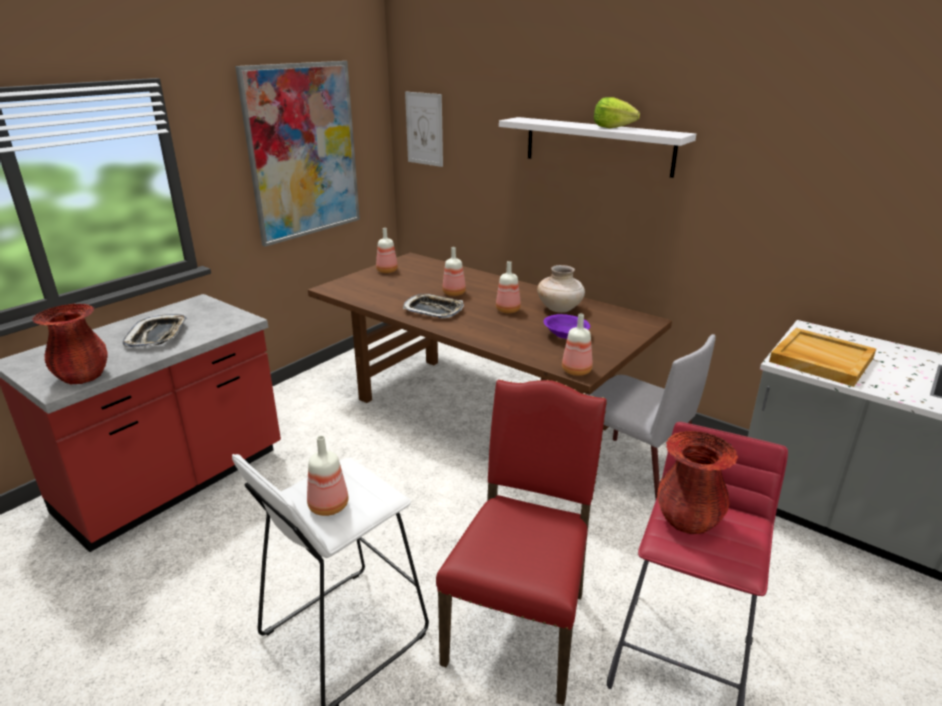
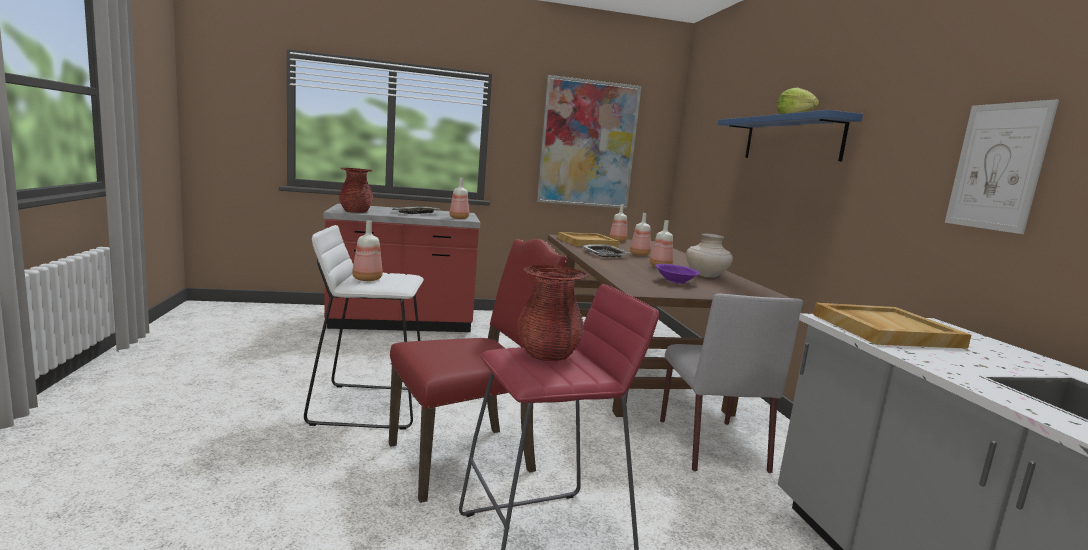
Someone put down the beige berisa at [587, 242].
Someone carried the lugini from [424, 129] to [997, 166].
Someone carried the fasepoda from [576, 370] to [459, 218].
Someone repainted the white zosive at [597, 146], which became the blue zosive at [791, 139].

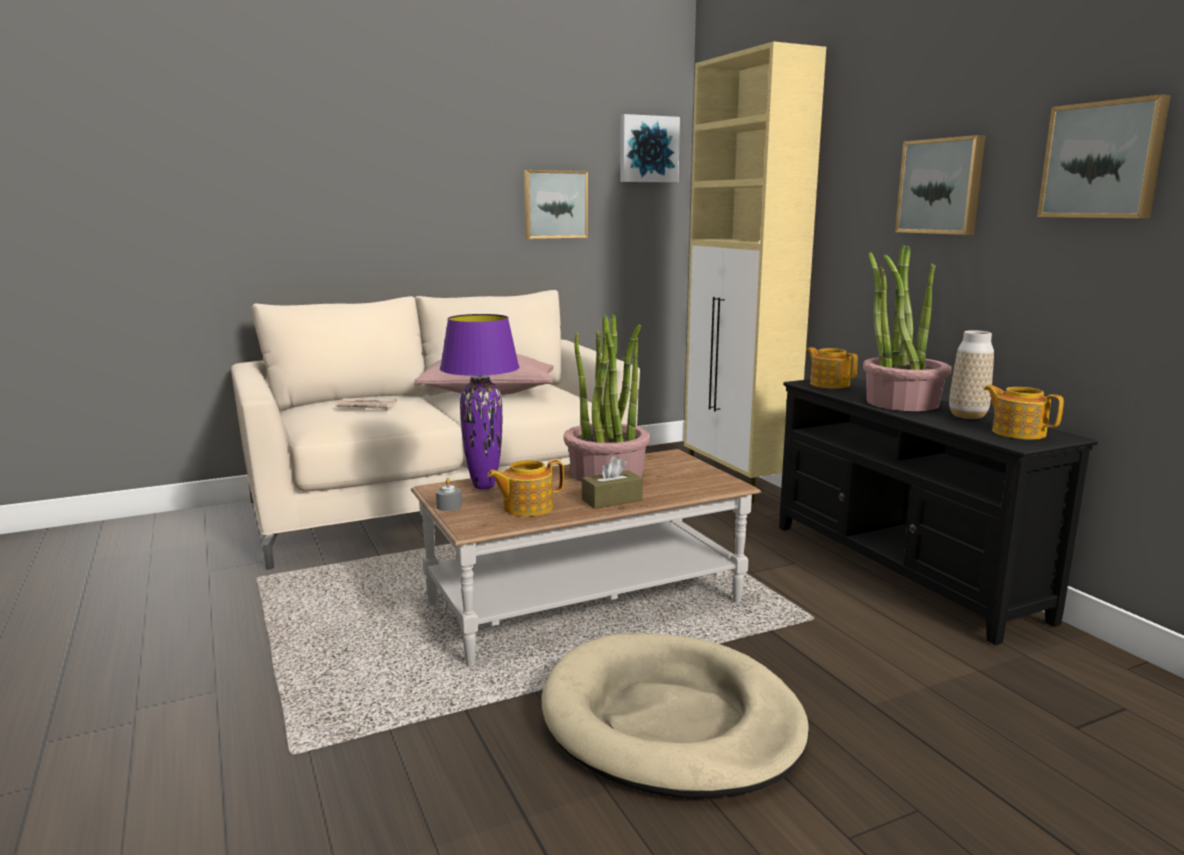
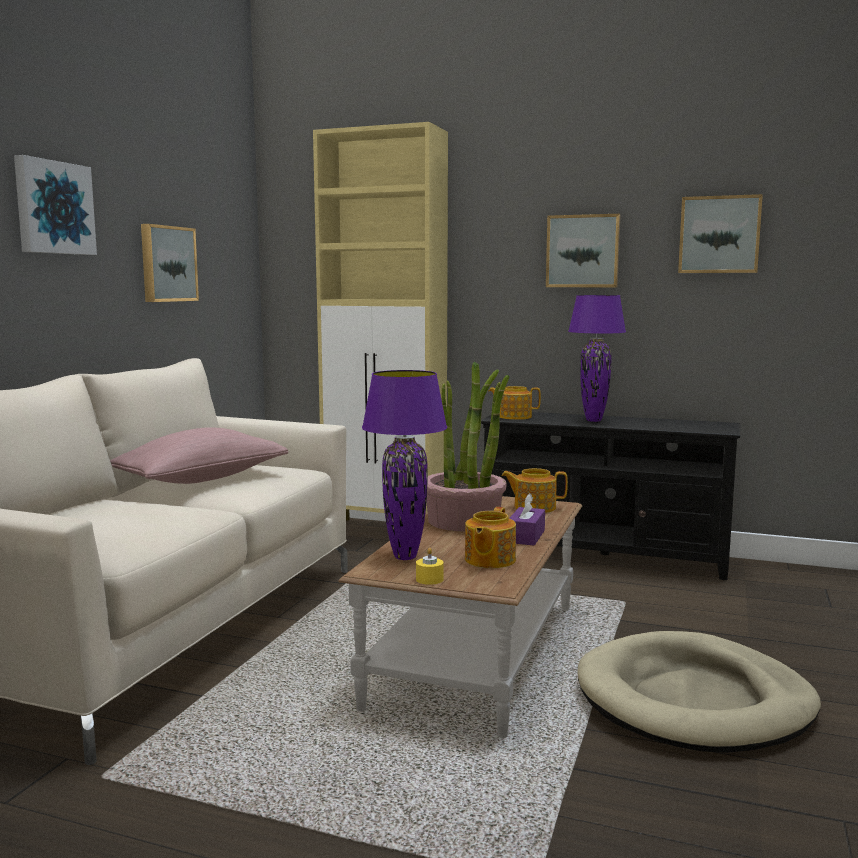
Someone took away the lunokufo at [367, 407].
Someone took away the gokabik at [967, 415].
Someone carried the lugini from [648, 149] to [53, 208].
Someone carried the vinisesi from [1017, 432] to [534, 507].
Someone swapped the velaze at [901, 402] for the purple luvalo at [593, 420].
Someone repainted the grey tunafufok at [449, 506], which became the yellow tunafufok at [429, 579].
Someone repainted the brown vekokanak at [612, 500], which became the purple vekokanak at [526, 536].

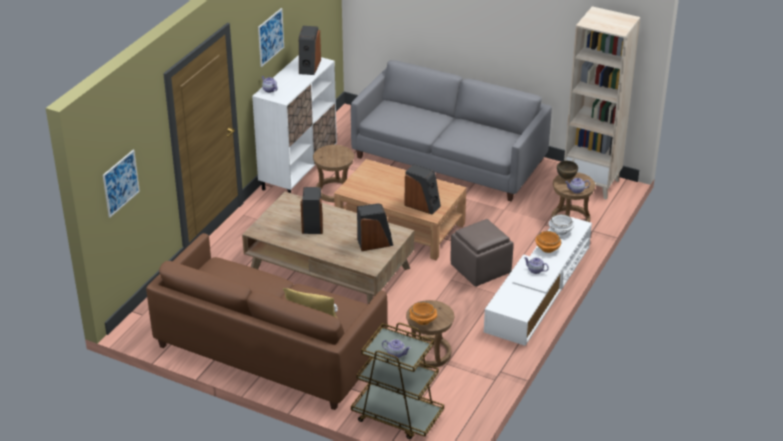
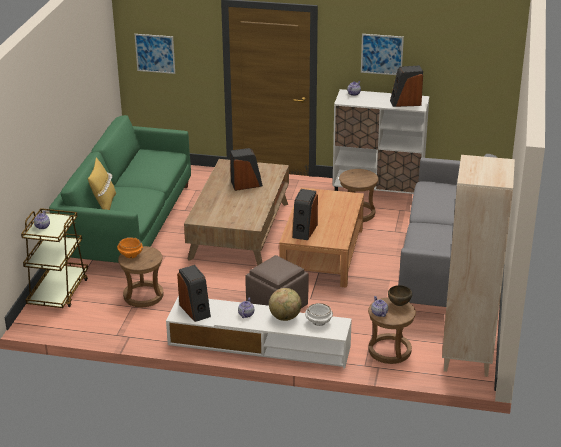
Someone carried the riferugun from [374, 243] to [195, 310].
Someone swapped the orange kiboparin at [547, 249] for the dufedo at [285, 317].
Someone repainted the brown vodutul at [270, 349], which became the green vodutul at [128, 222].

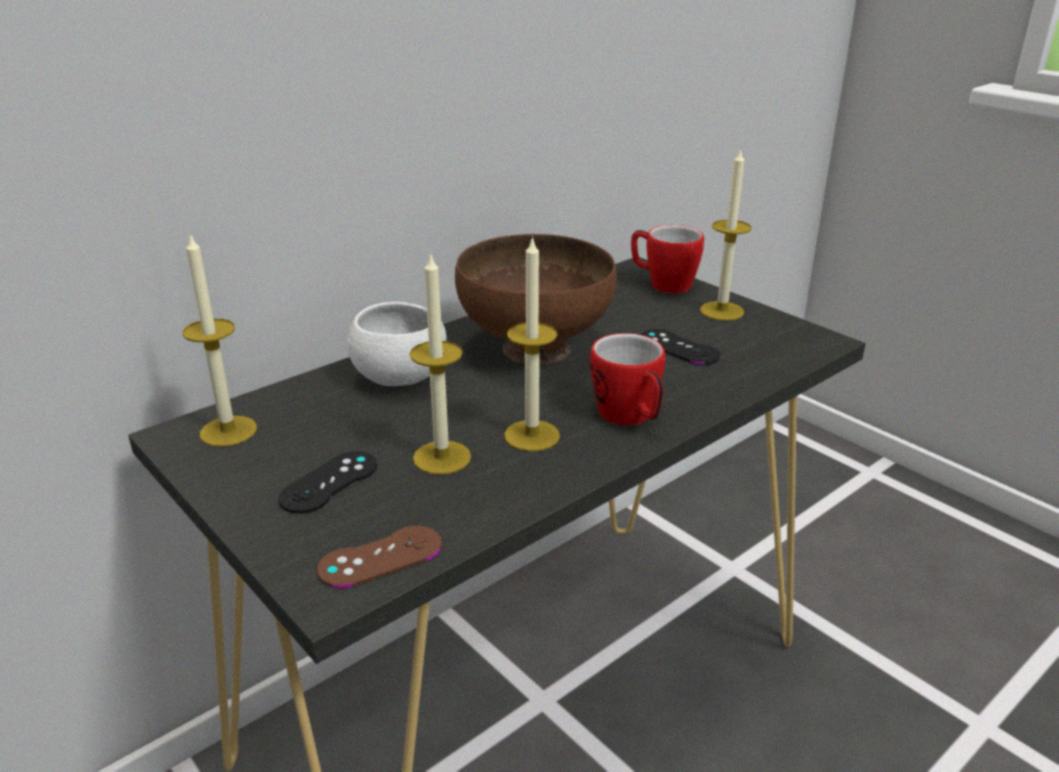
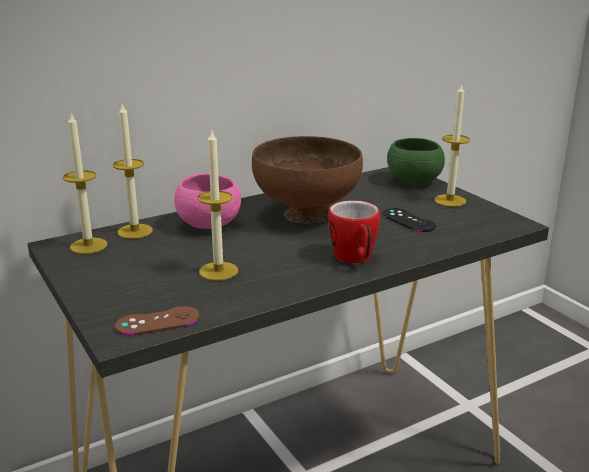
Someone took away the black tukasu at [329, 482].
Someone carried the tunafufok from [532, 435] to [135, 231].
Someone swapped the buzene at [662, 284] for the green kiboparin at [414, 182].
Someone repainted the white kiboparin at [400, 378], which became the pink kiboparin at [208, 225].

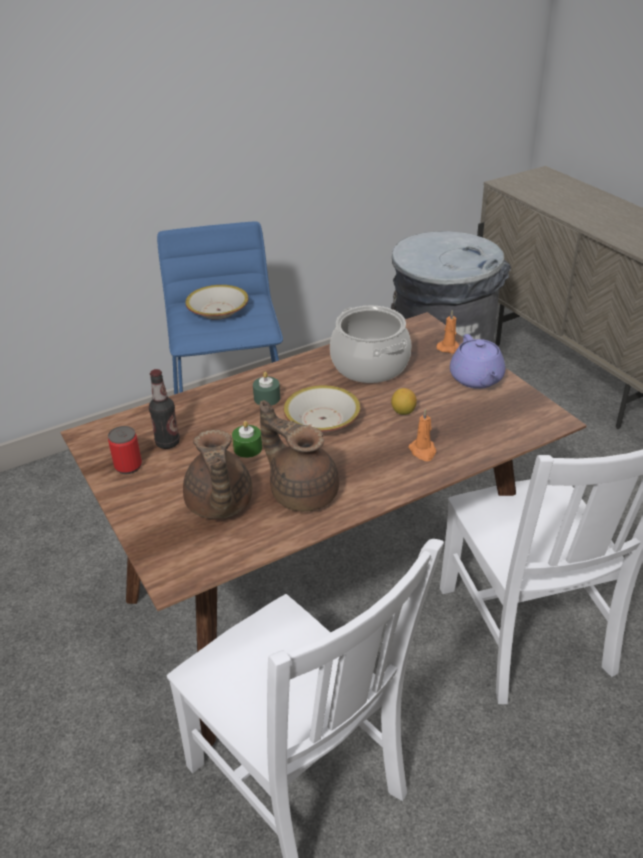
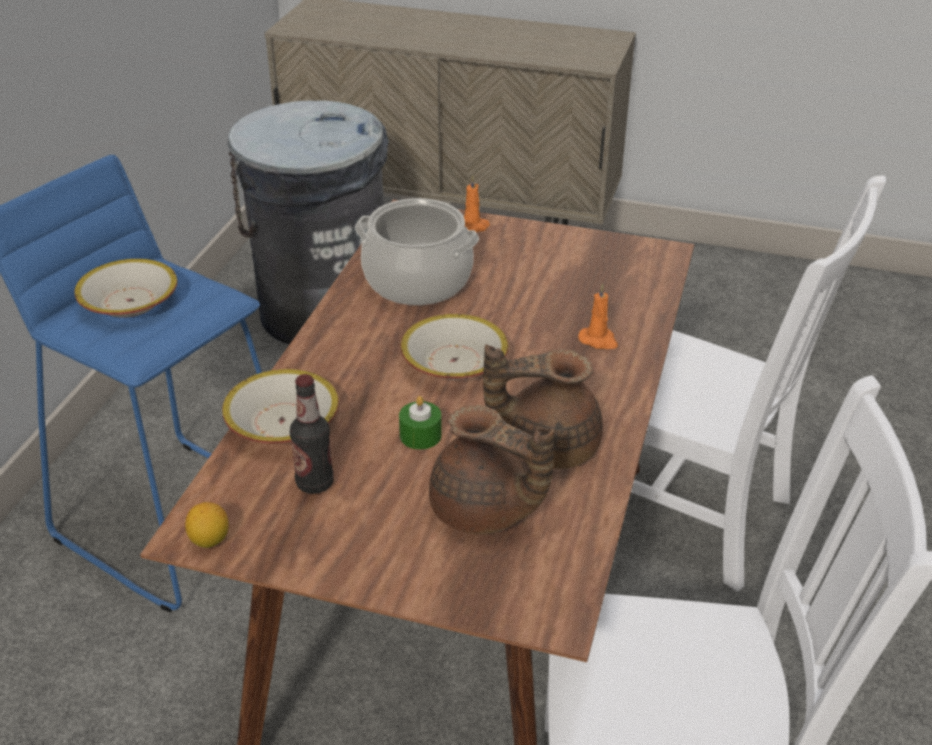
Someone took away the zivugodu at [128, 466].
Someone took away the green tunafufok at [267, 398].
Someone took away the purple vinisesi at [476, 379].
Someone put down the kiboparin at [282, 422].
Someone carried the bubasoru from [403, 412] to [210, 540].

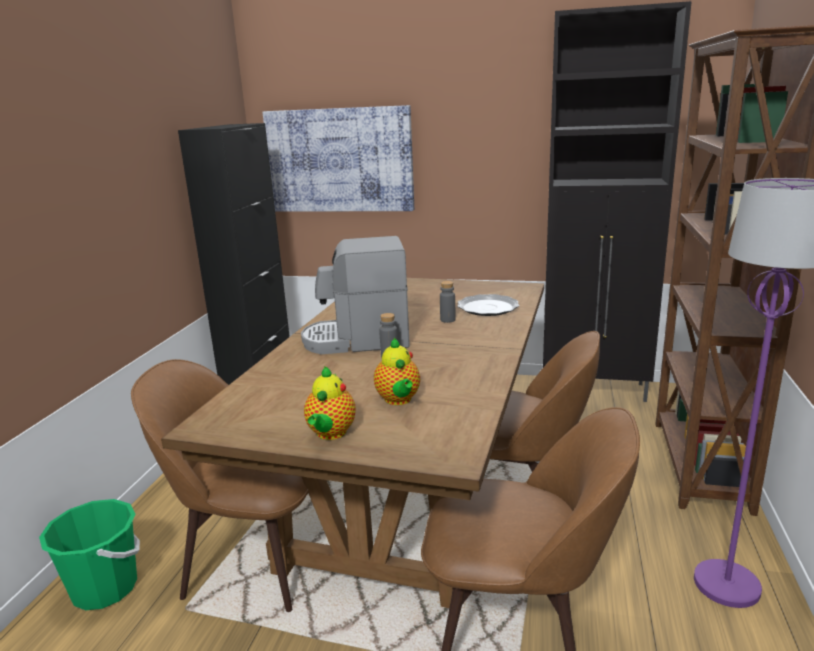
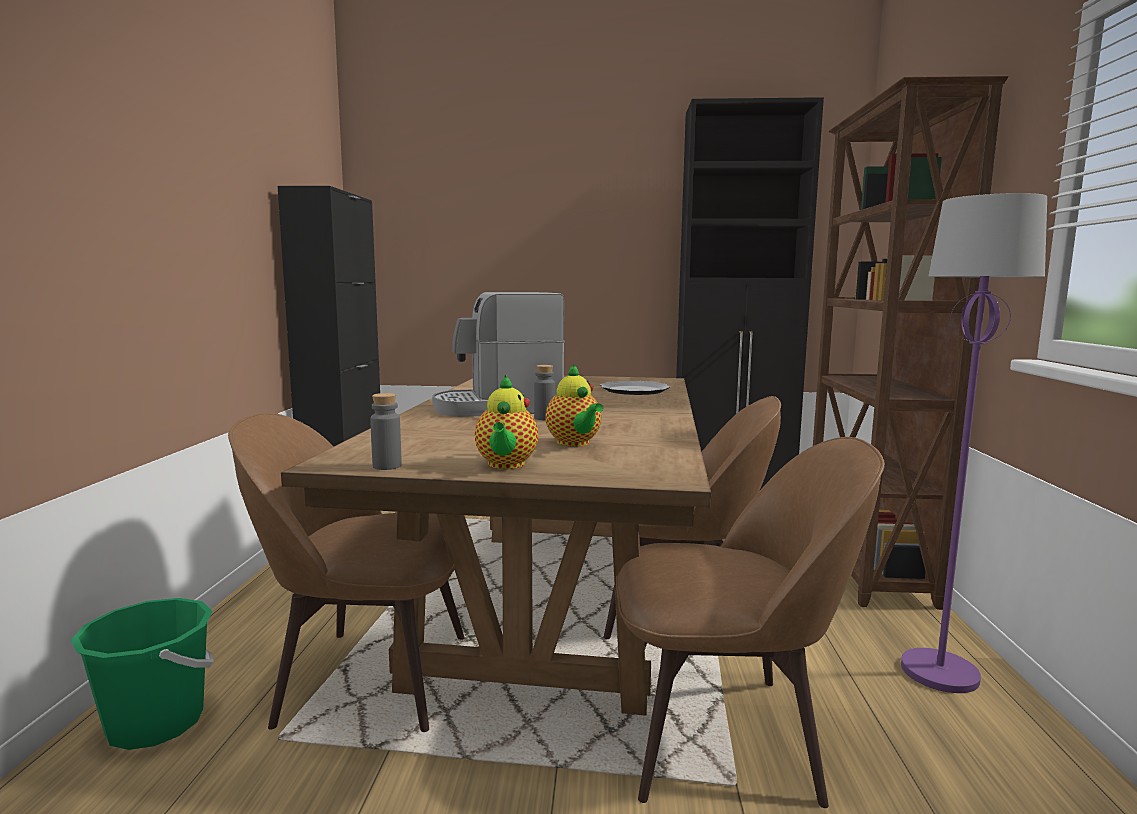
Someone took away the lugini at [340, 160].
Someone carried the grey fasepoda from [447, 320] to [387, 466].

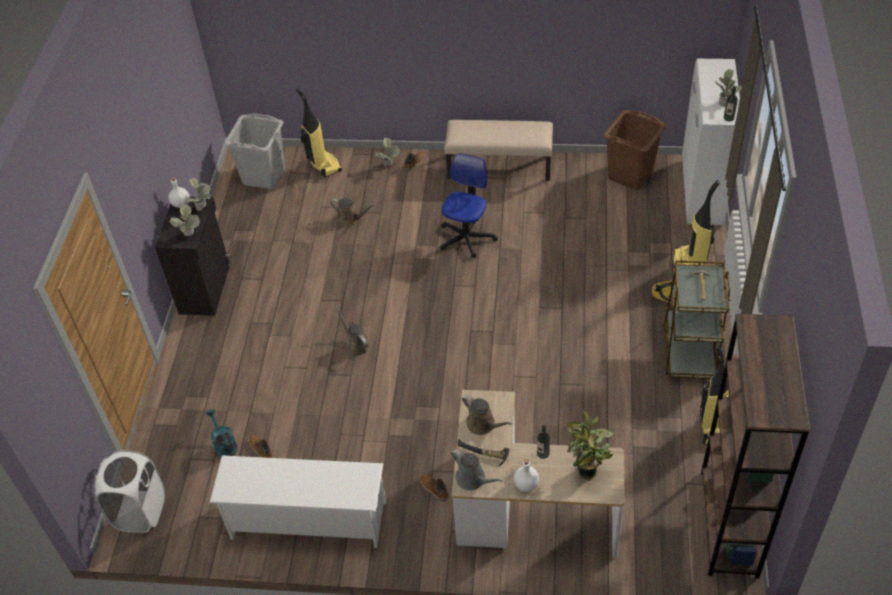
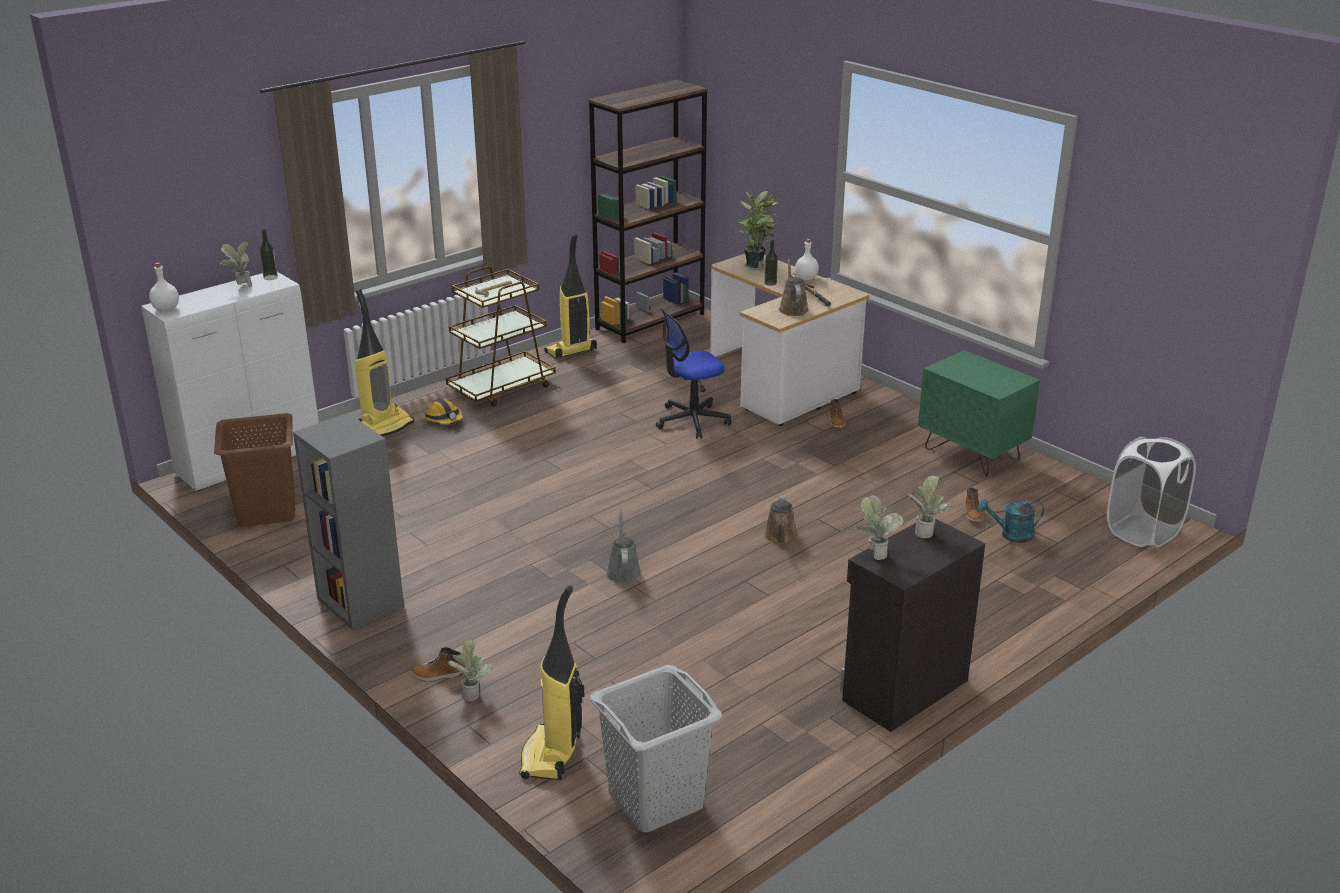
Someone took away the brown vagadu at [350, 219].
Someone carried the white fasepoda from [181, 204] to [165, 309].
Someone carried the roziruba from [466, 238] to [692, 421].
Someone carried the grey vagadu from [473, 479] to [623, 571].
Someone swapped the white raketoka at [307, 520] for the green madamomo at [972, 455].
Someone swapped the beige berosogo at [500, 166] for the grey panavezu at [359, 603].
Someone rotated the turquoise vagadu at [224, 445] by 75 degrees clockwise.

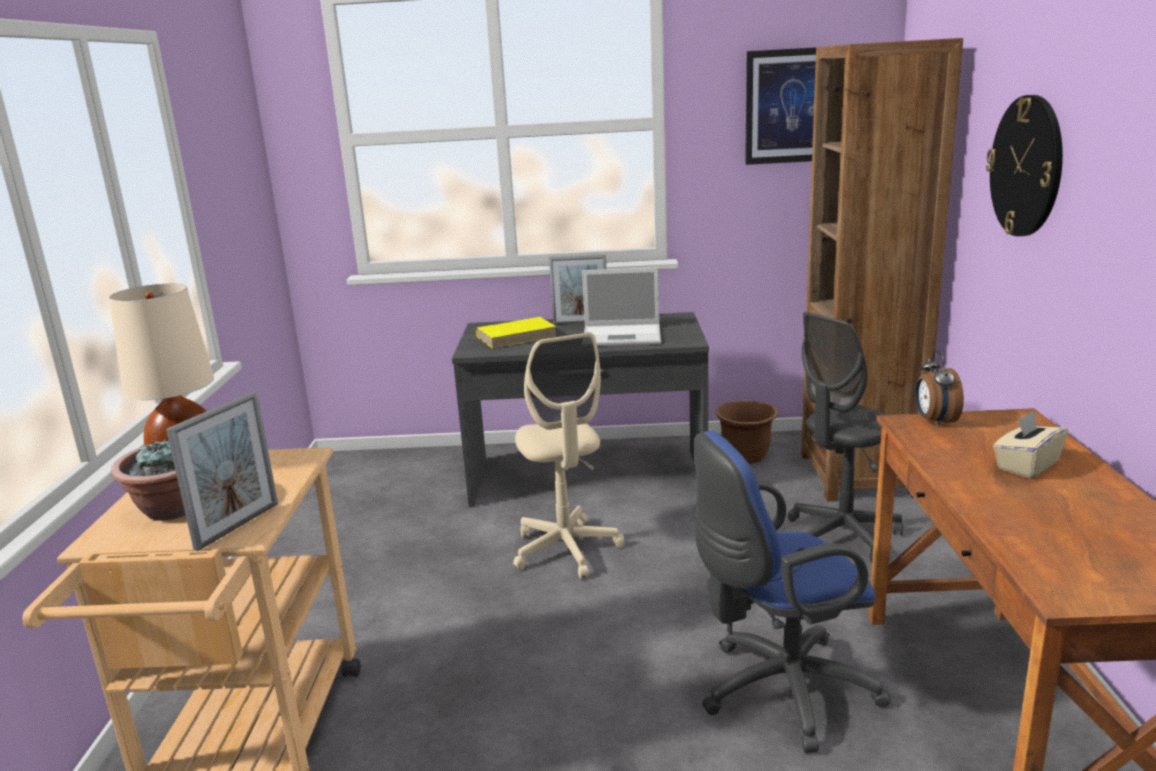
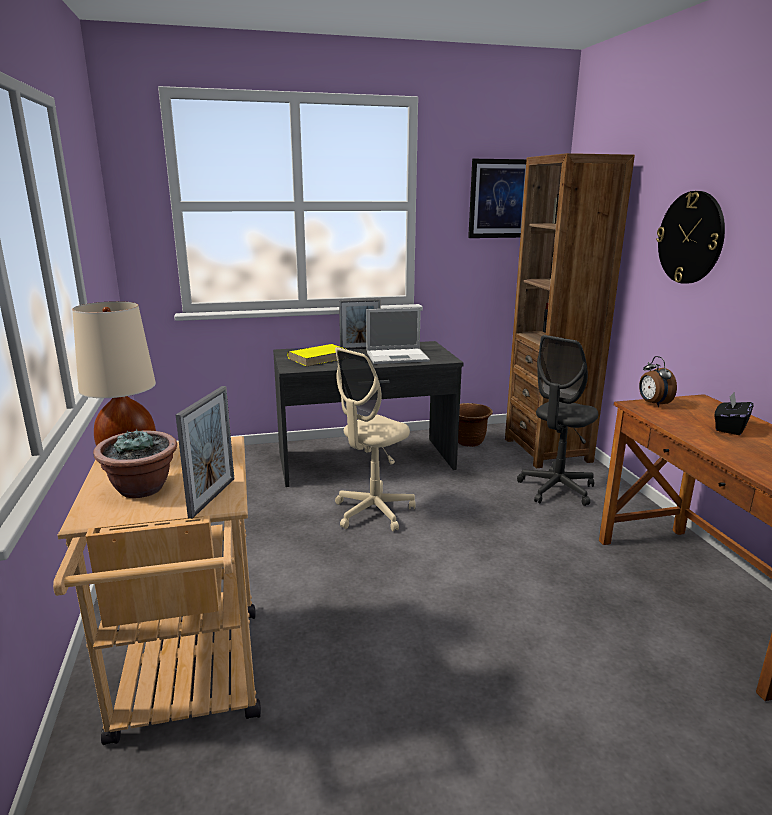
Someone took away the blue roziruba at [779, 691].
Someone repainted the beige vekokanak at [1026, 466], which became the black vekokanak at [730, 428].
Someone rotated the beige roziruba at [566, 550] by 75 degrees clockwise.

